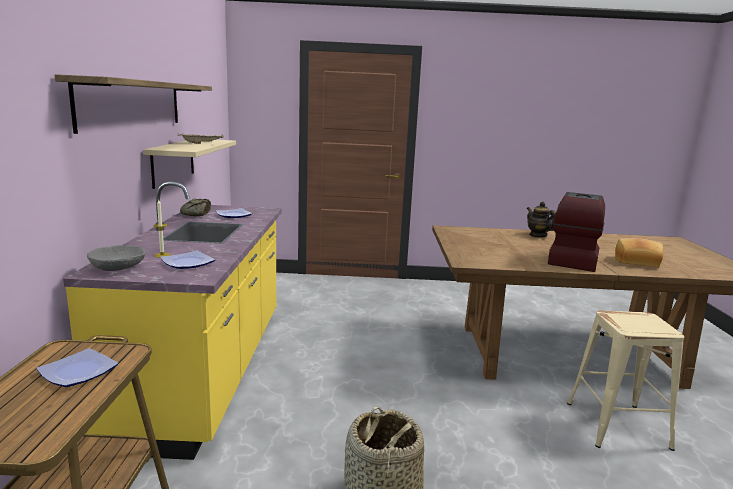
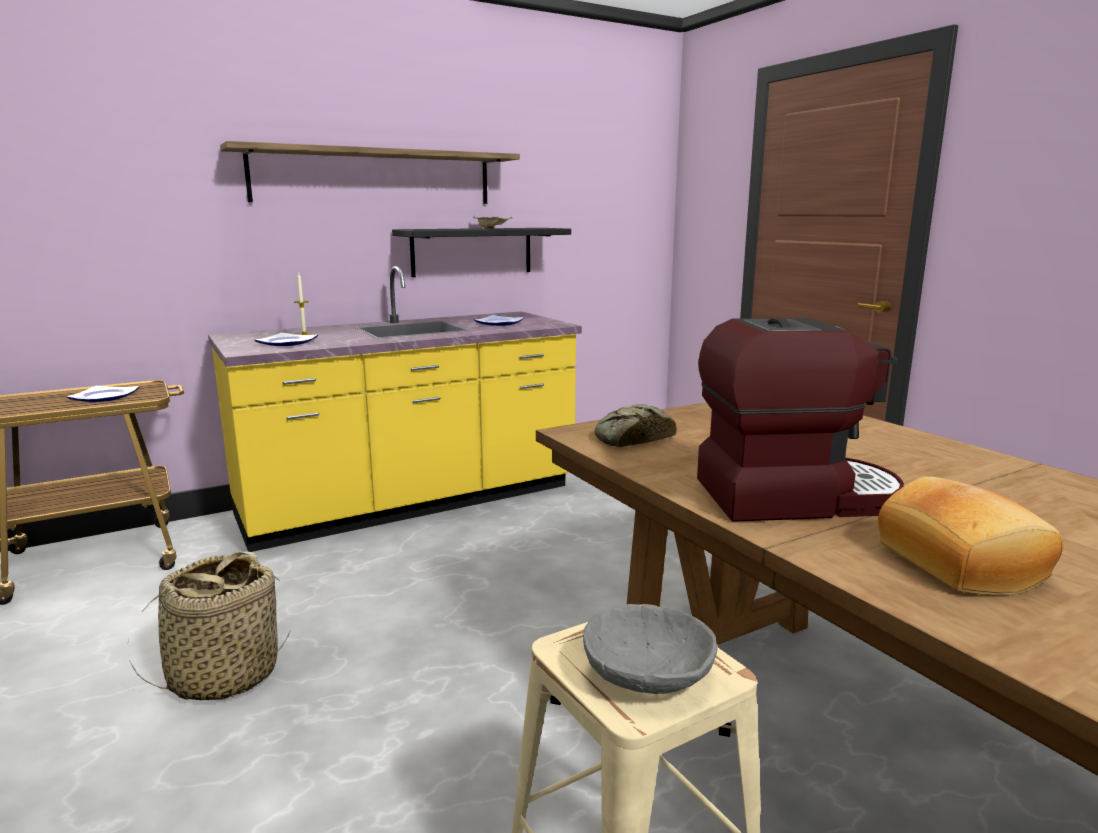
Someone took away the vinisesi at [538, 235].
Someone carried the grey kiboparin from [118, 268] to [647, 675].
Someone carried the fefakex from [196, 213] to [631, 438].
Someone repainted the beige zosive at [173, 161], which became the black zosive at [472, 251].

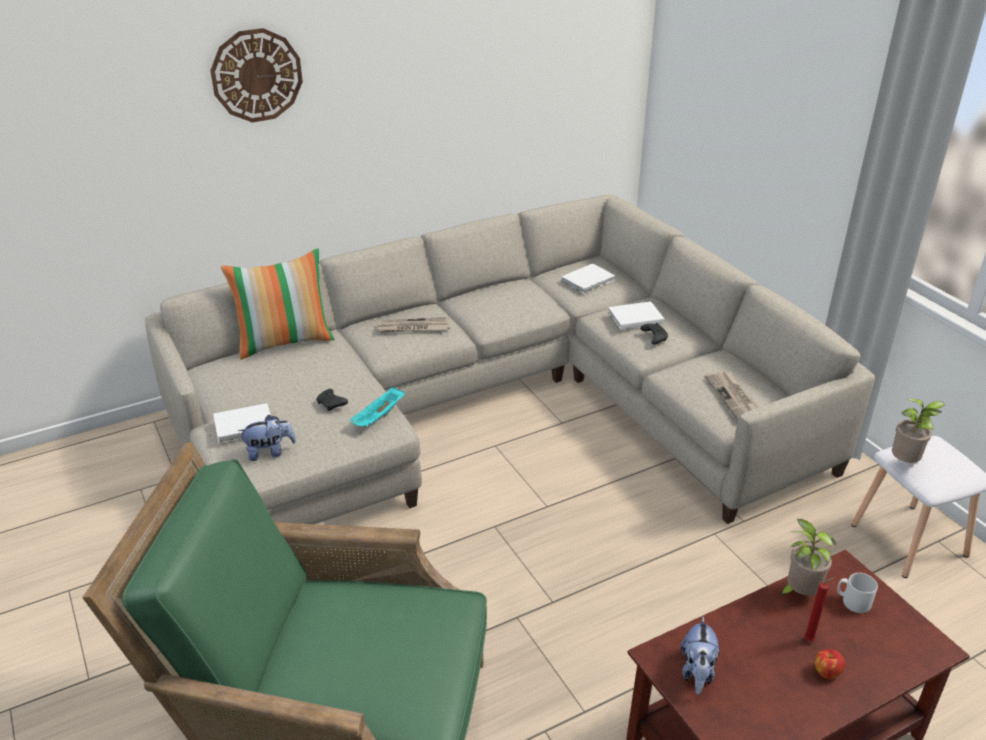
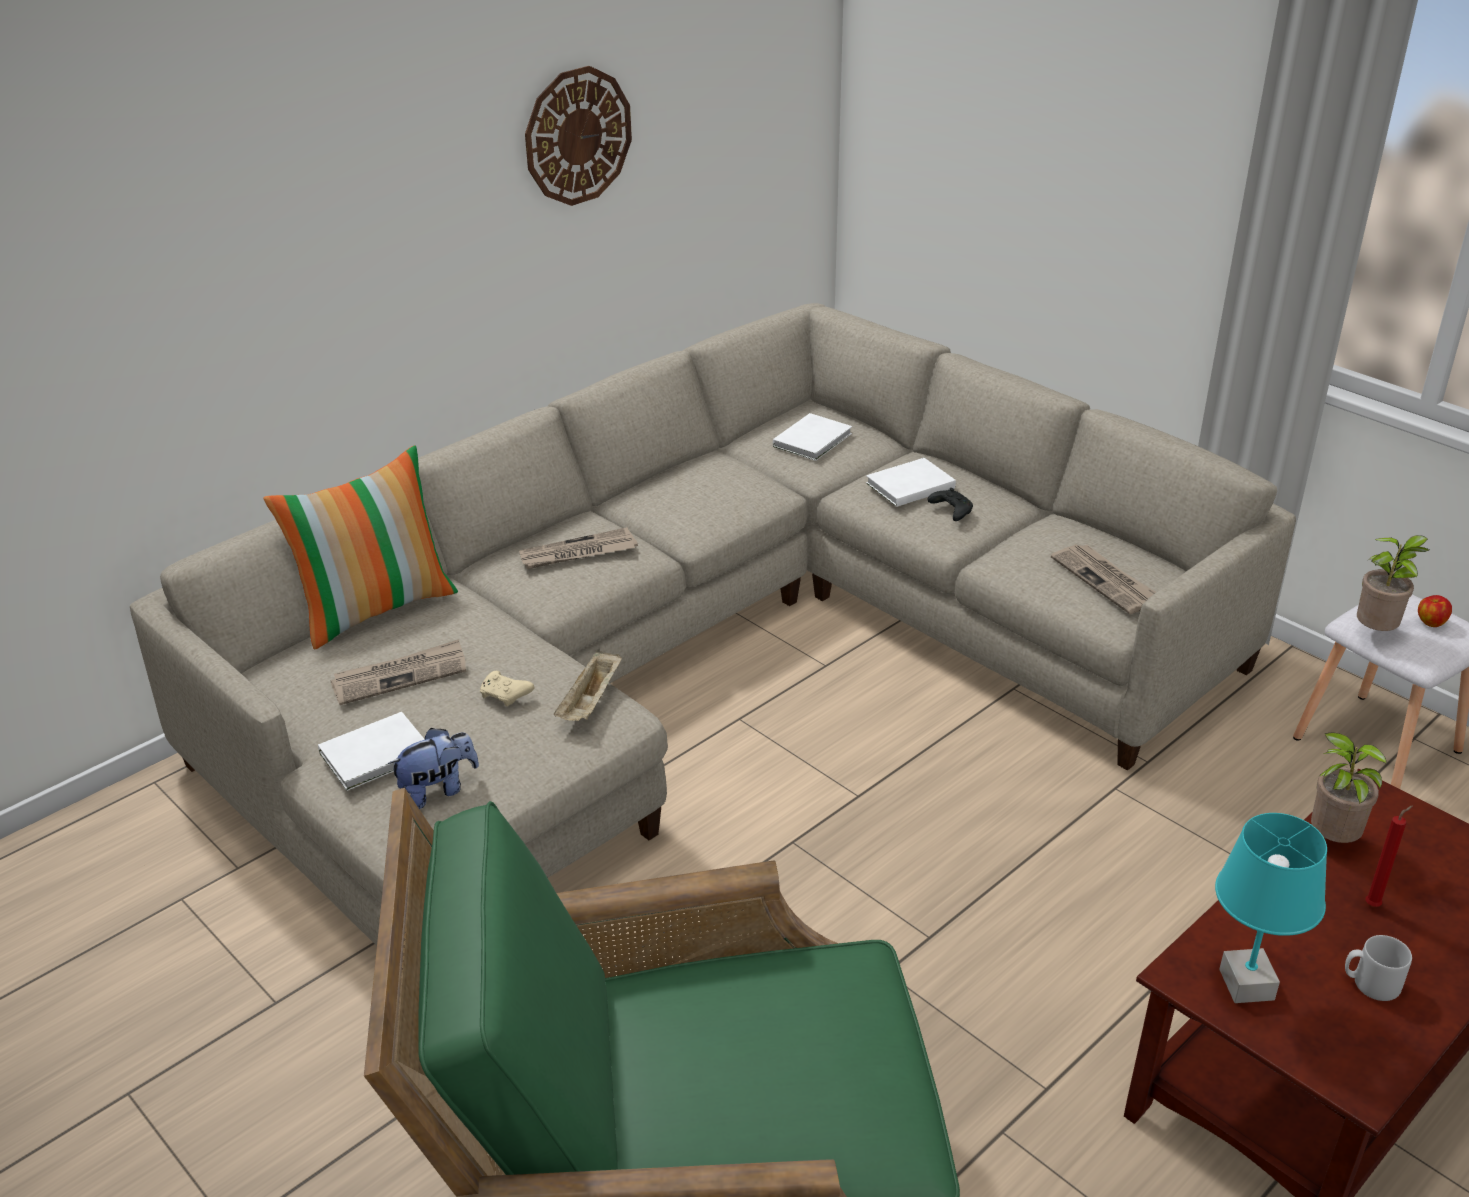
Someone put down the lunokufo at [400, 676].
Someone carried the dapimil from [256, 75] to [577, 136].
Someone carried the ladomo from [826, 672] to [1430, 622].
Someone carried the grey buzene from [852, 602] to [1370, 983].
Someone swapped the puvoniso at [697, 672] for the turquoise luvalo at [1247, 985].
Someone repainted the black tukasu at [332, 404], which became the beige tukasu at [506, 695].
Someone repainted the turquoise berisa at [379, 417], which became the beige berisa at [591, 702].

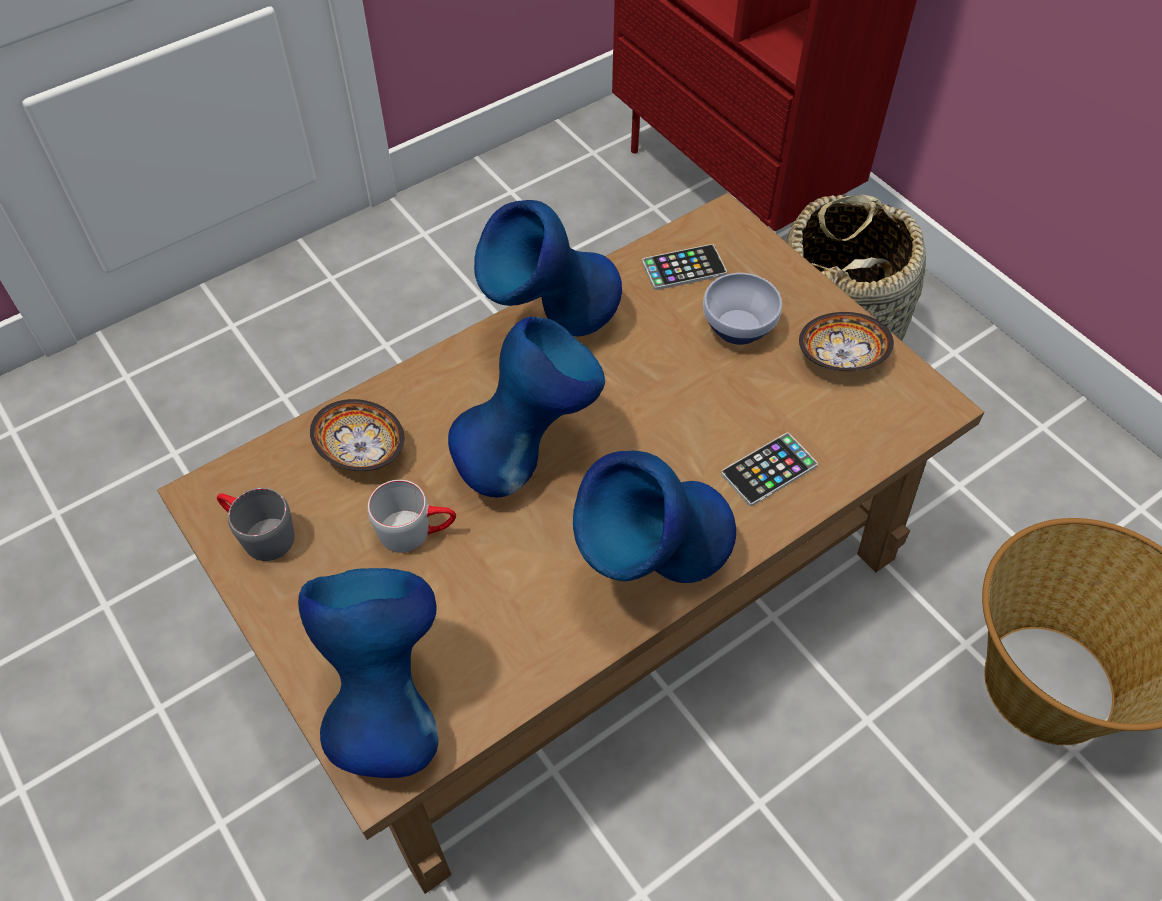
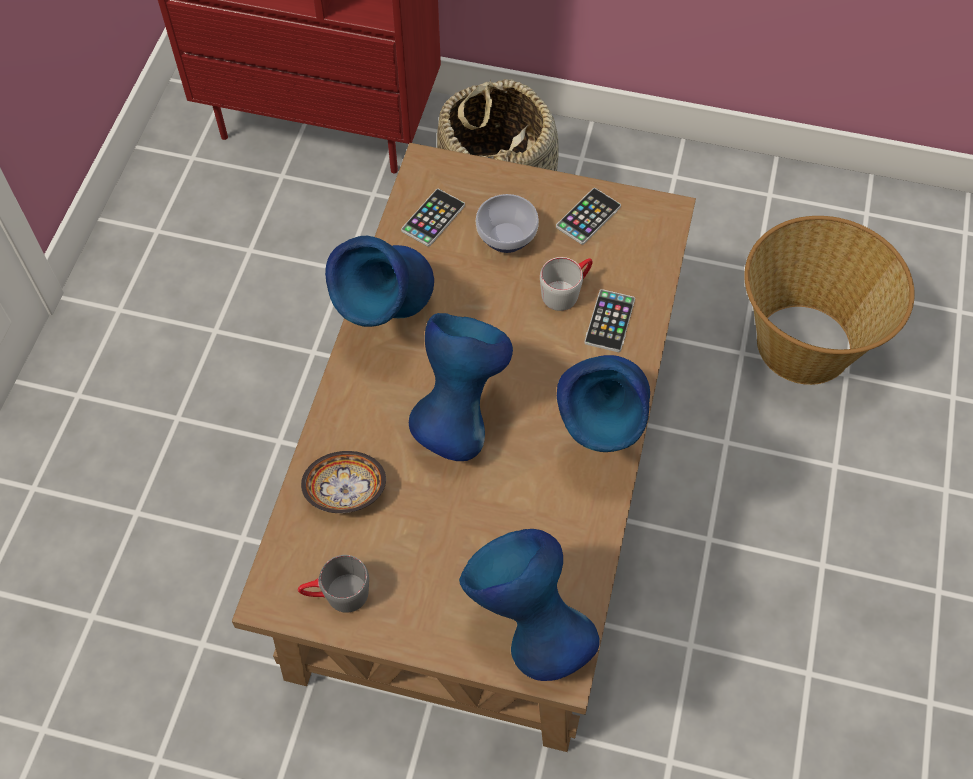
Someone carried the grey buzene from [417, 531] to [566, 291].
Someone swapped the kiboparin at [843, 359] for the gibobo at [588, 217].

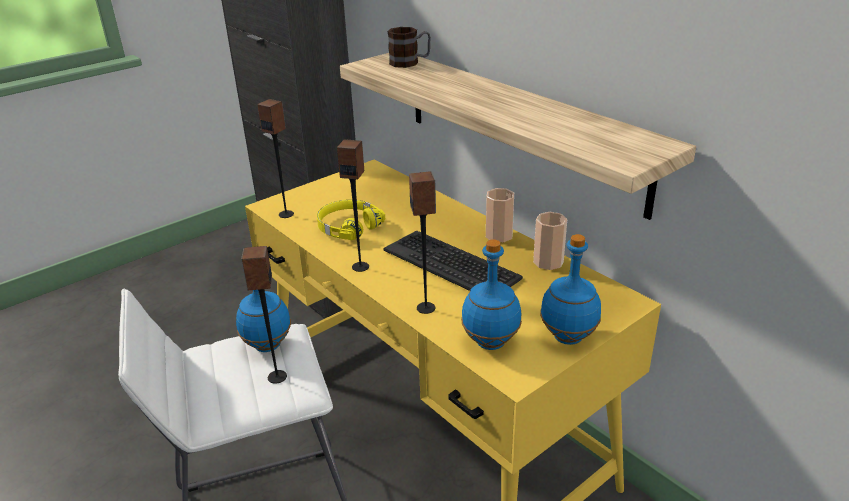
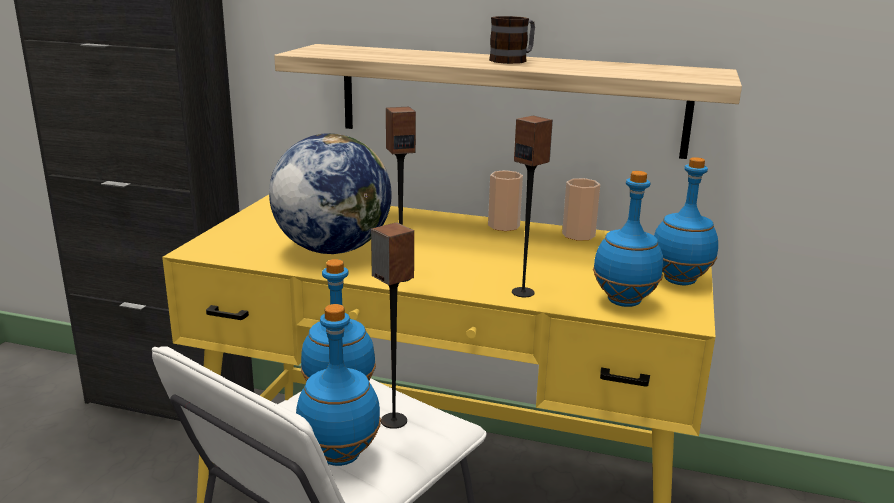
Someone took away the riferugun at [286, 214].
Someone took away the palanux at [451, 264].
Someone put down the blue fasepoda at [338, 456].
Someone carried the buzene from [410, 62] to [513, 60].
Someone swapped the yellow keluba at [348, 227] for the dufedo at [332, 249].

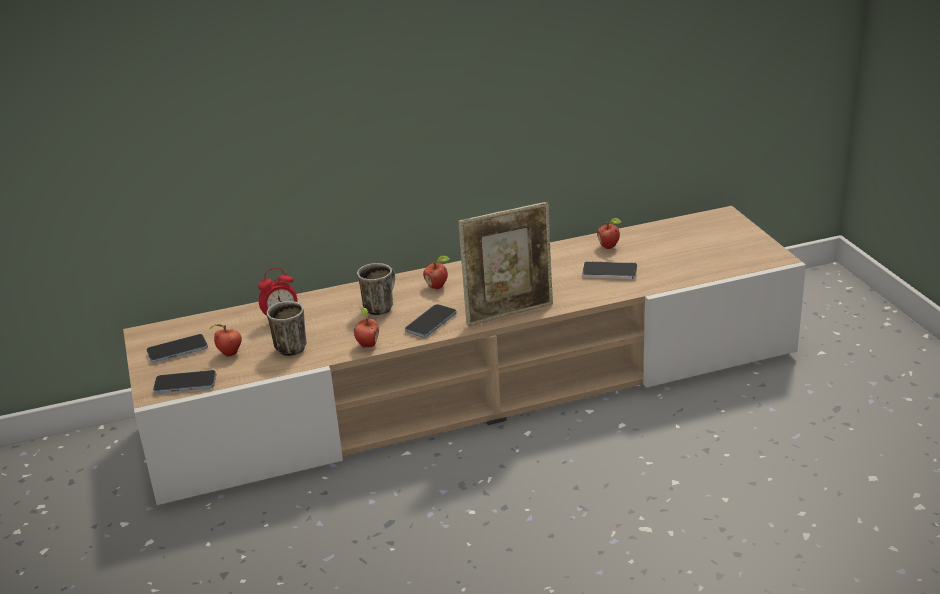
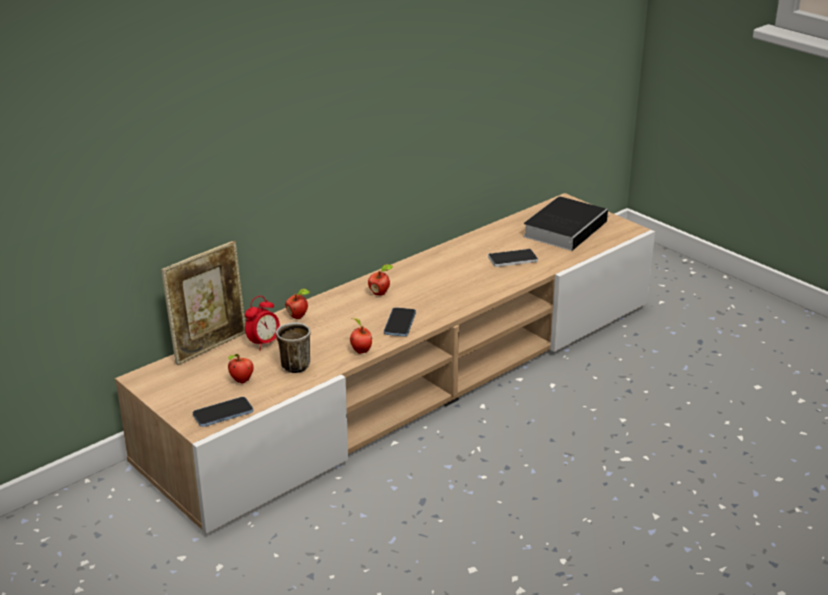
Someone took away the gibobo at [177, 350].
Someone took away the buzene at [380, 306].
Someone put down the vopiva at [565, 228].
Someone carried the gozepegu from [509, 312] to [210, 346].
Someone carried the ladomo from [609, 247] to [298, 316].

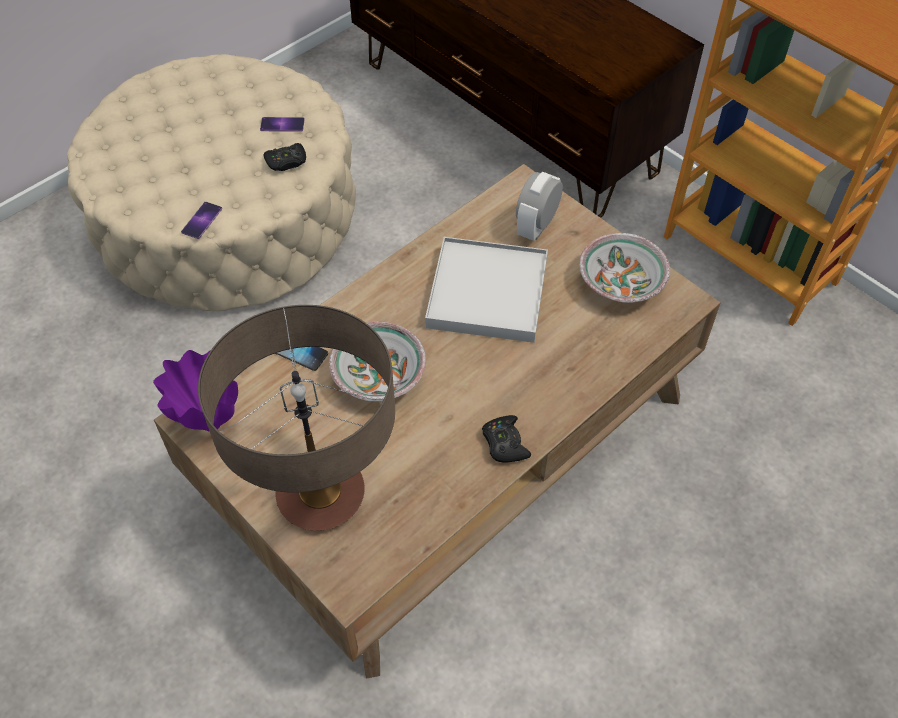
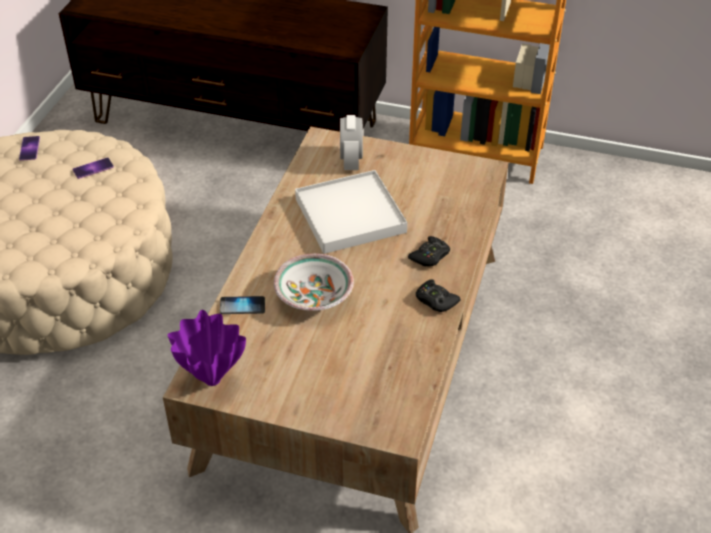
Someone took away the luvalo at [321, 495].
Someone took away the kiboparin at [621, 283].
Someone carried the gibobo from [202, 220] to [29, 148].
Someone carried the black tukasu from [286, 162] to [430, 256].

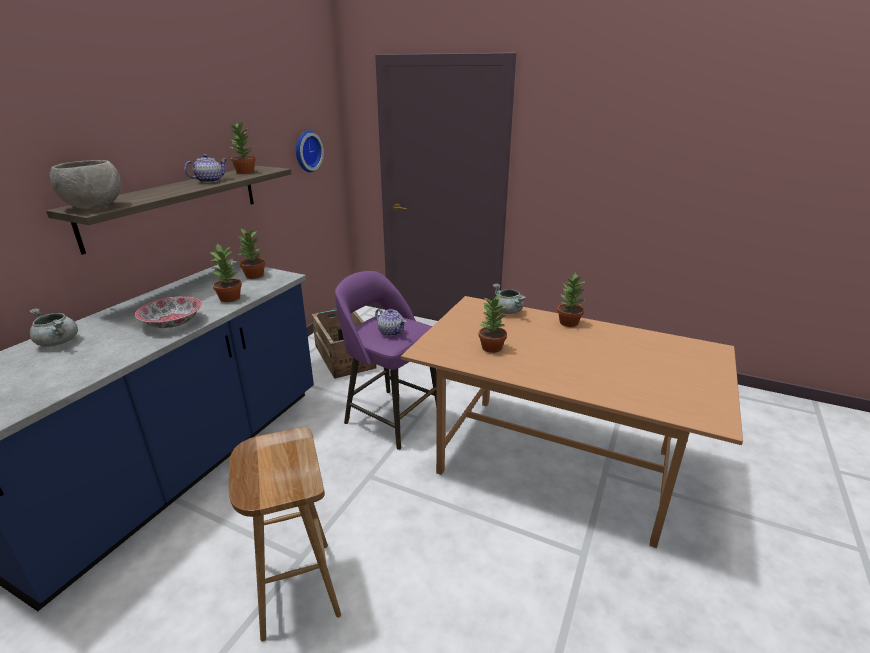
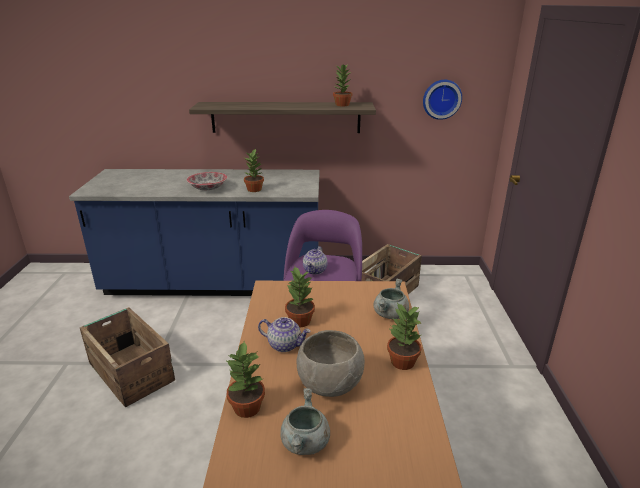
Someone carried the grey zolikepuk from [58, 342] to [305, 443].
Someone carried the grey kiboparin from [94, 207] to [330, 385].
Someone carried the vinisesi from [209, 181] to [285, 345].
Someone carried the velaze from [254, 276] to [246, 408].
Someone swapped the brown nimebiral at [295, 587] for the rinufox at [131, 371].

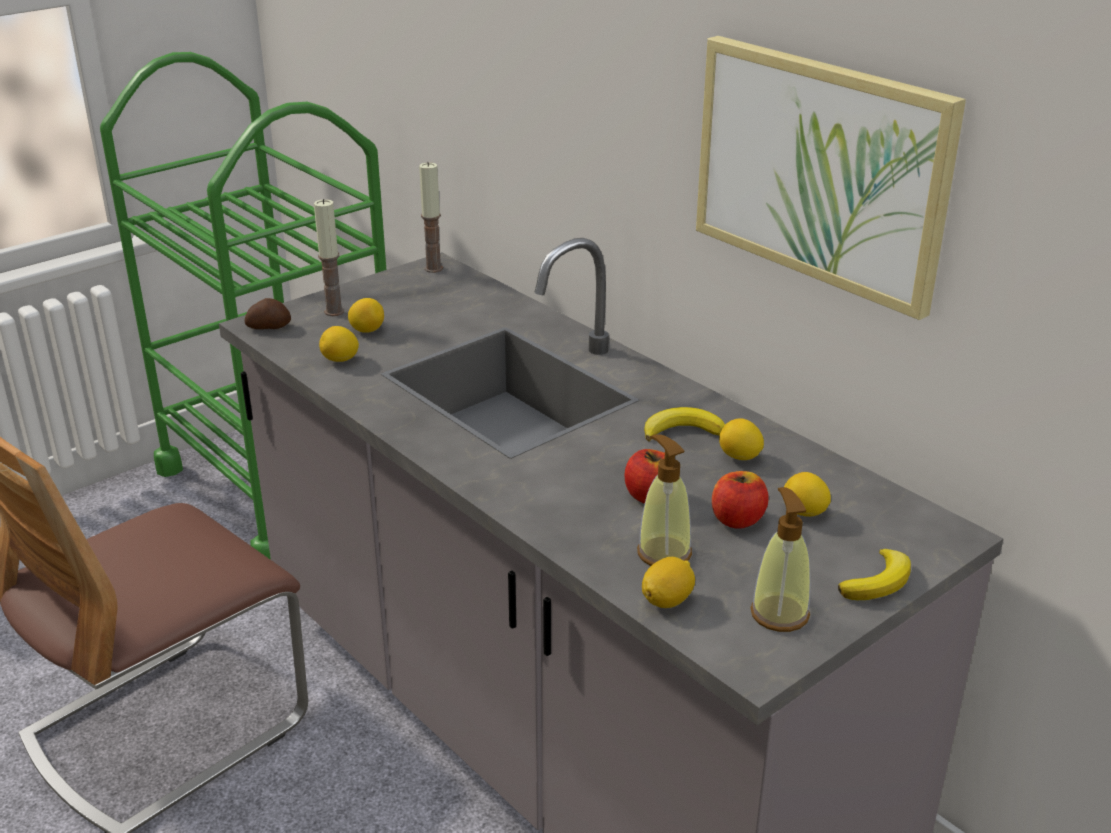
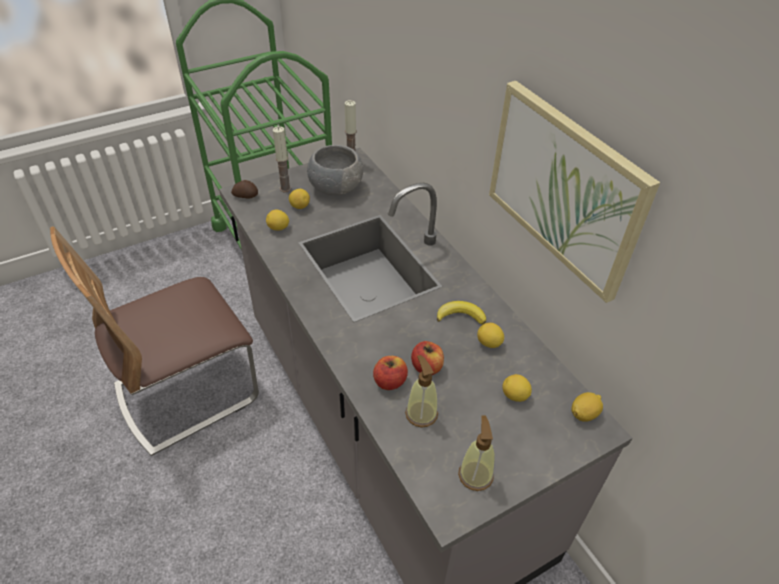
Someone took away the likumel at [878, 581].
Someone put down the grey kiboparin at [335, 187].
Someone carried the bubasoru from [667, 600] to [584, 414].
Someone carried the ladomo from [737, 519] to [389, 381].

